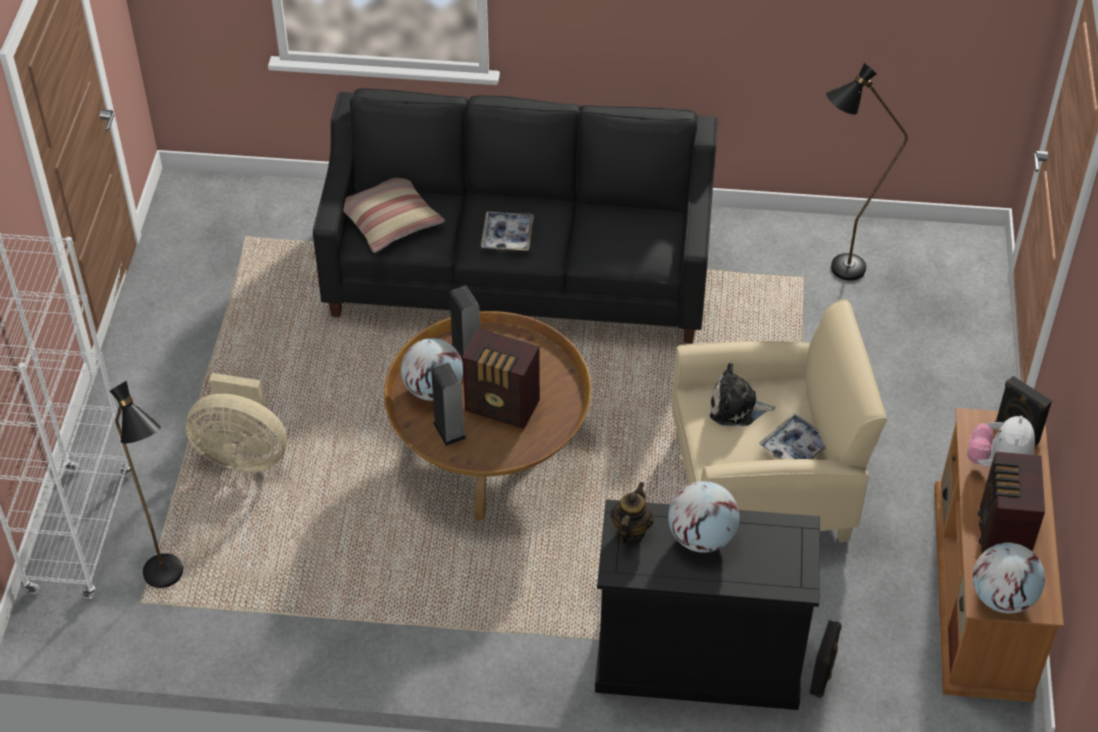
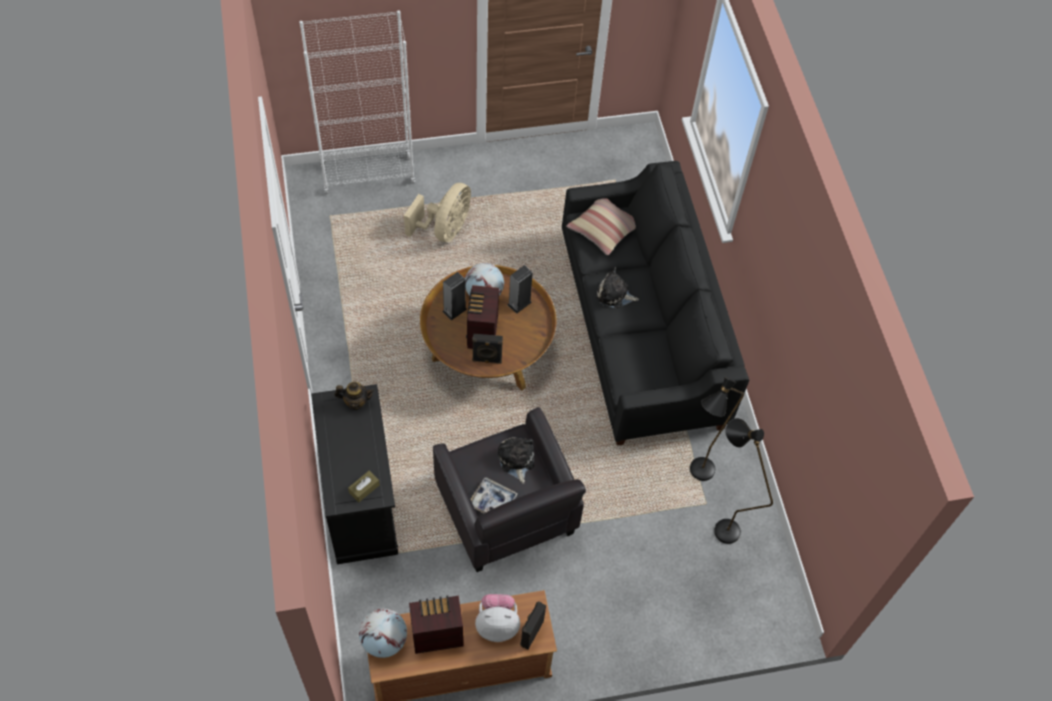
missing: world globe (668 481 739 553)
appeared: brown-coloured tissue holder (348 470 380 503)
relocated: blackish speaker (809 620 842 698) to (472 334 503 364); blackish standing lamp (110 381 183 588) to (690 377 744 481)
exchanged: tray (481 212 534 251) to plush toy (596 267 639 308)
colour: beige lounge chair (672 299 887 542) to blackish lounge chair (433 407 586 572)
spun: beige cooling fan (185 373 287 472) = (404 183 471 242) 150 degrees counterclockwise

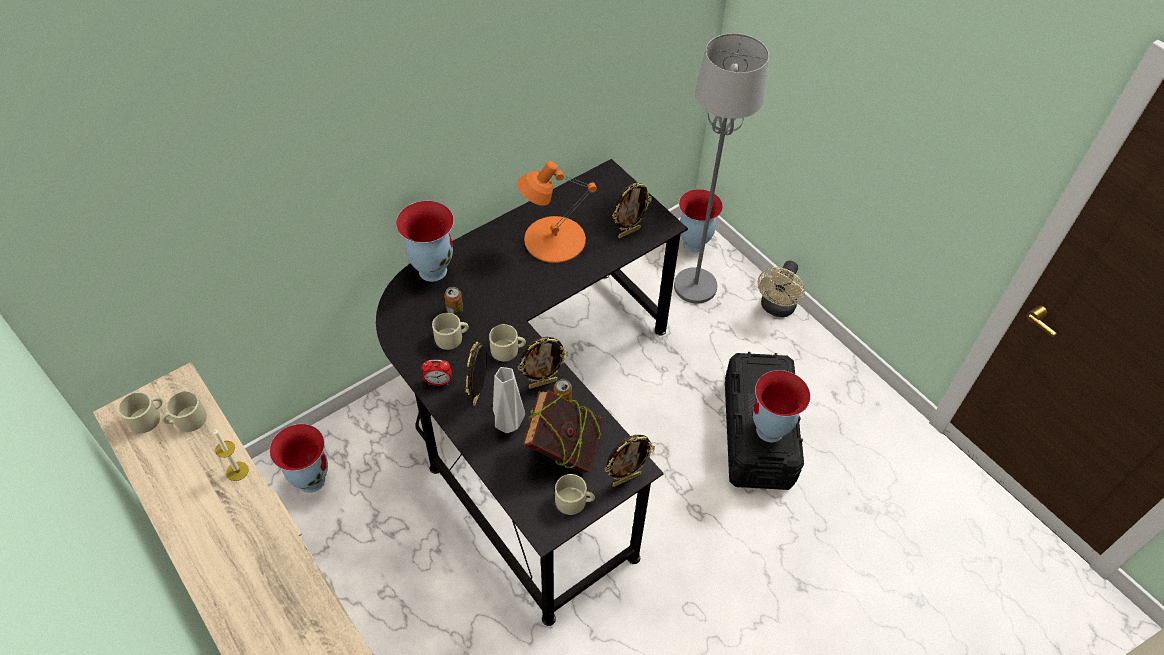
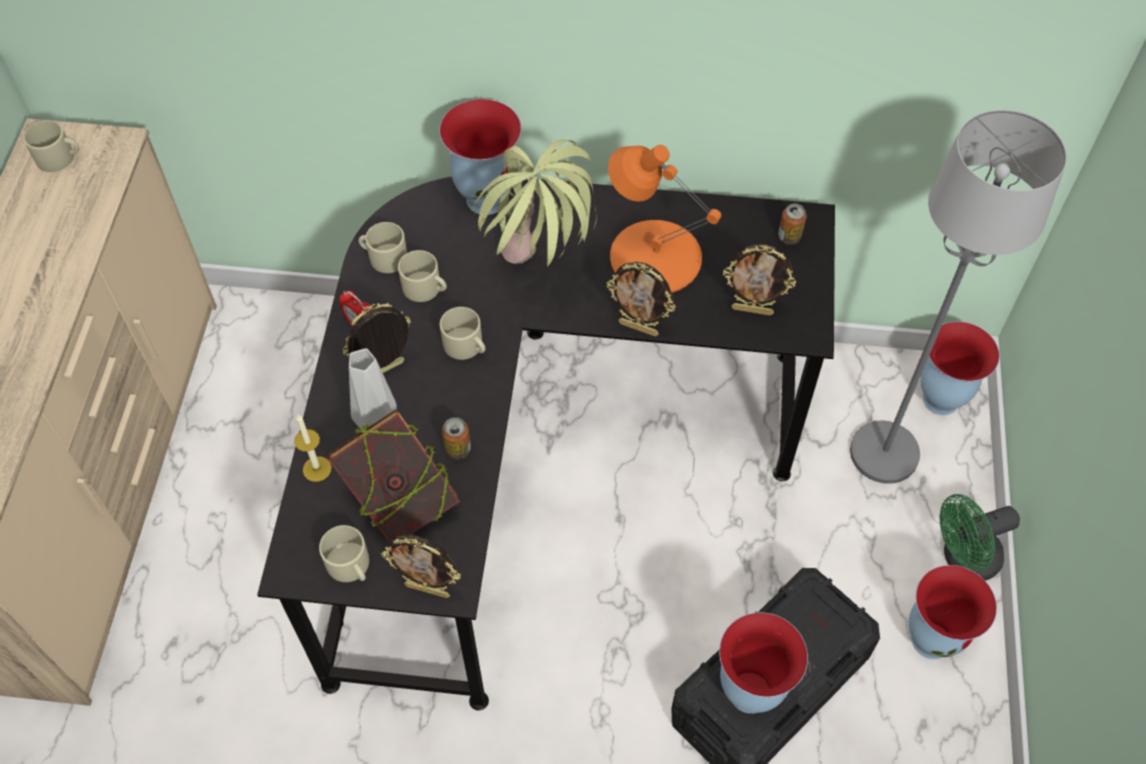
appeared: plant in a pot (473 140 597 267)
relocated: wax light (213 429 249 481) to (294 415 332 482); beige coffee mug (161 391 207 432) to (358 222 407 273); photo frame (518 337 568 389) to (607 262 676 336); can (444 287 463 316) to (778 203 807 245); decorative vase (269 424 328 493) to (909 565 997 659)
colour: beige cooling fan (758 261 805 317) to green cooling fan (940 494 1020 581)

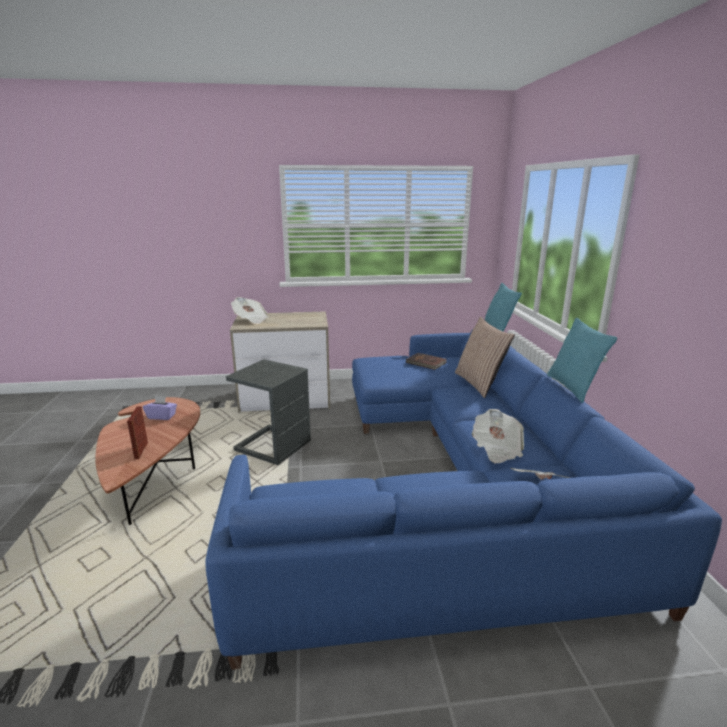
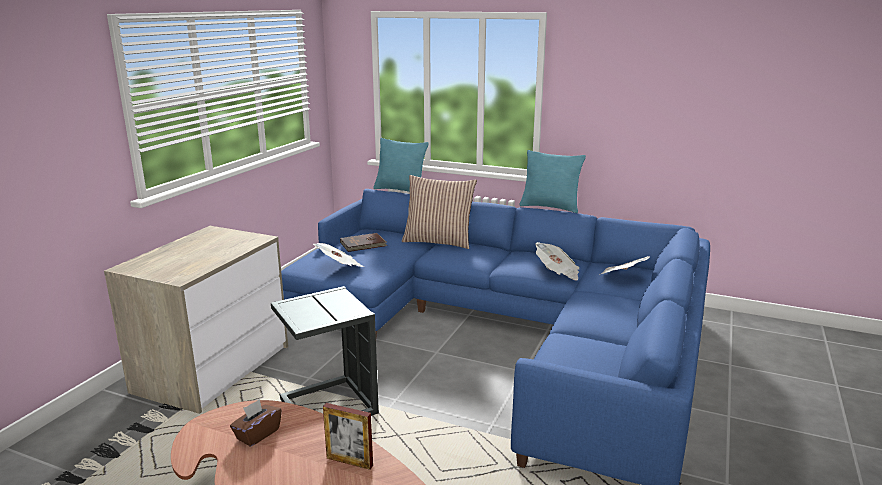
relocated: newspaper (231 297 269 324) to (313 243 364 267)
colour: purplish tissue holder (143 396 177 420) to brown-coloured tissue holder (230 399 282 447)

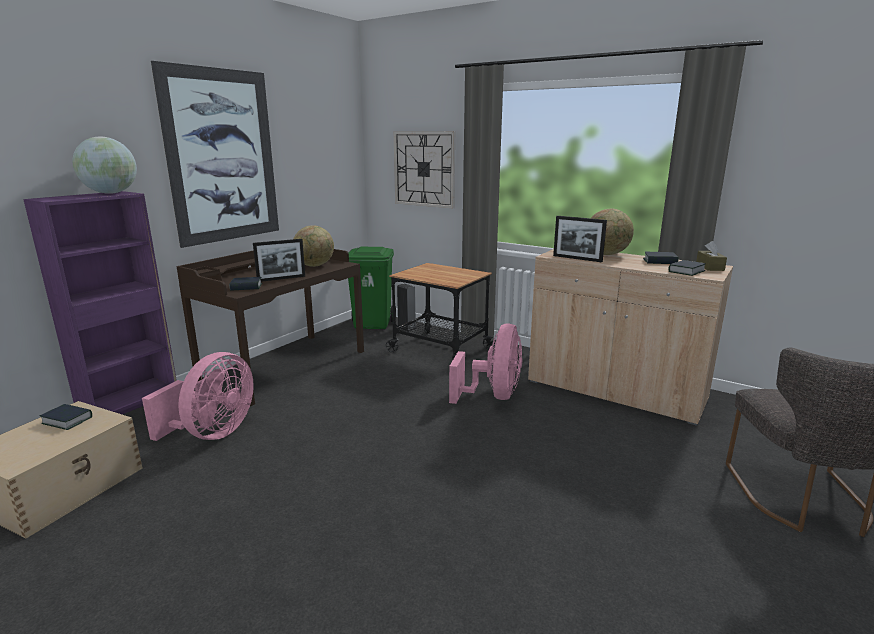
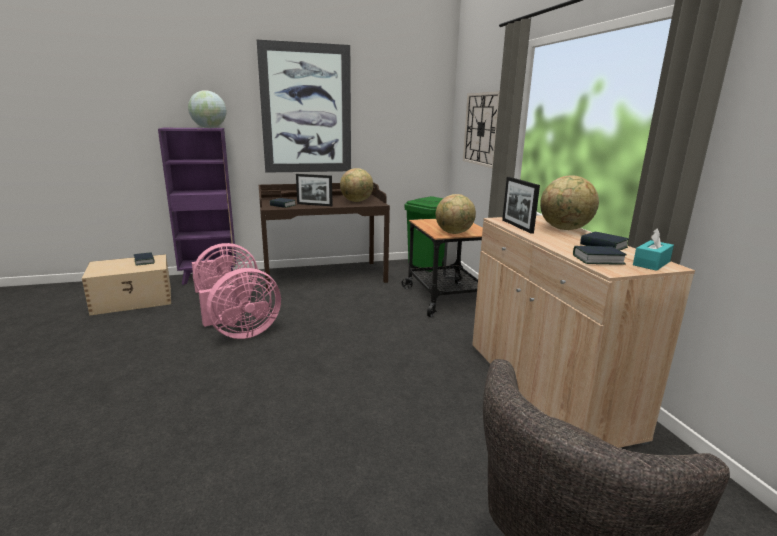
appeared: world globe (436 194 476 234)
relocated: pink-coloured cooling fan (449 323 522 404) to (199 268 281 339)
colour: brown-coloured tissue holder (696 241 727 271) to blue-green tissue holder (633 229 674 271)

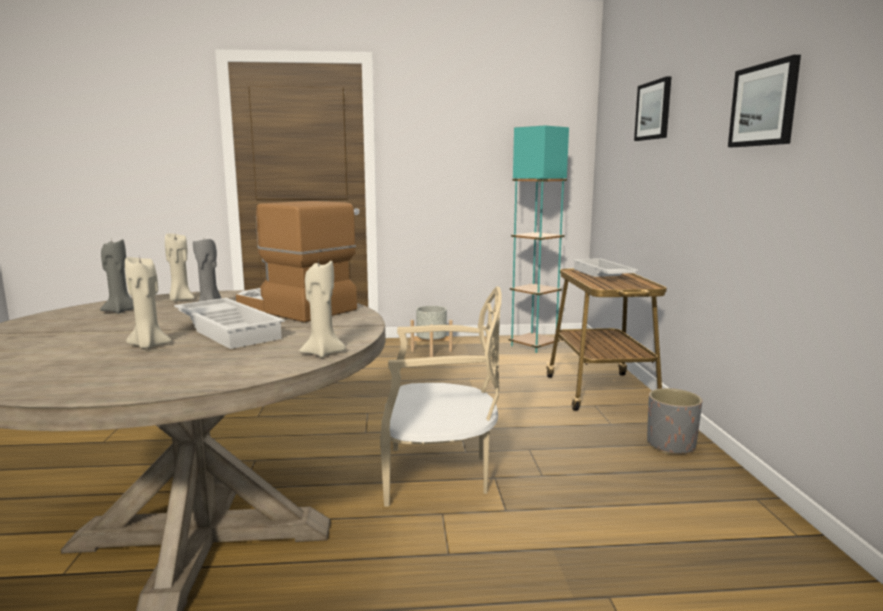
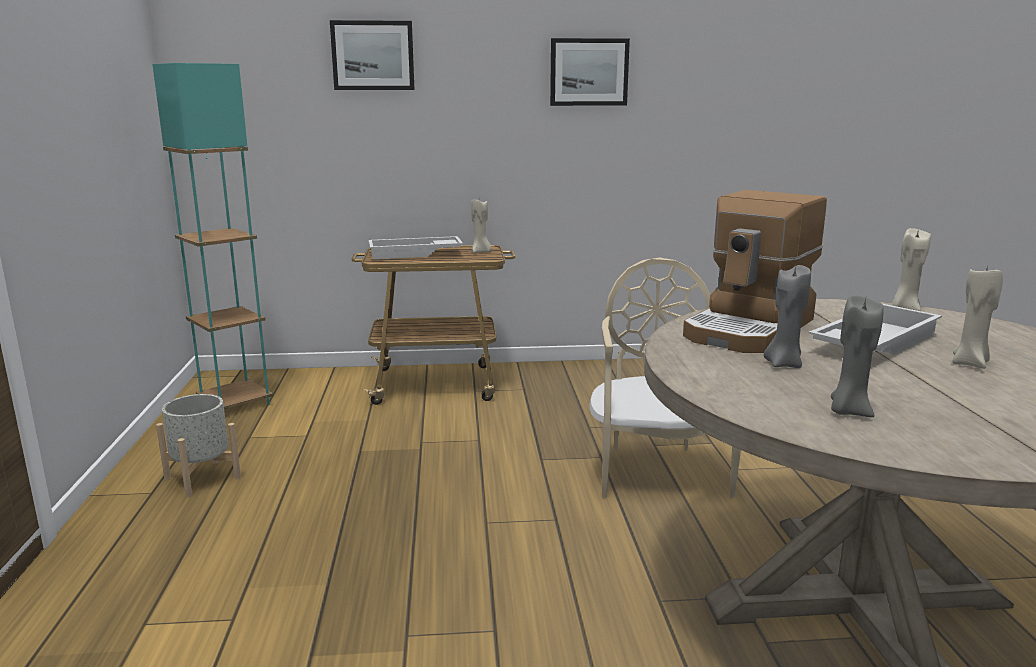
missing: gray flower pot (647 388 702 454)
relocated: beige wax light (165 233 195 301) to (471 199 492 253)

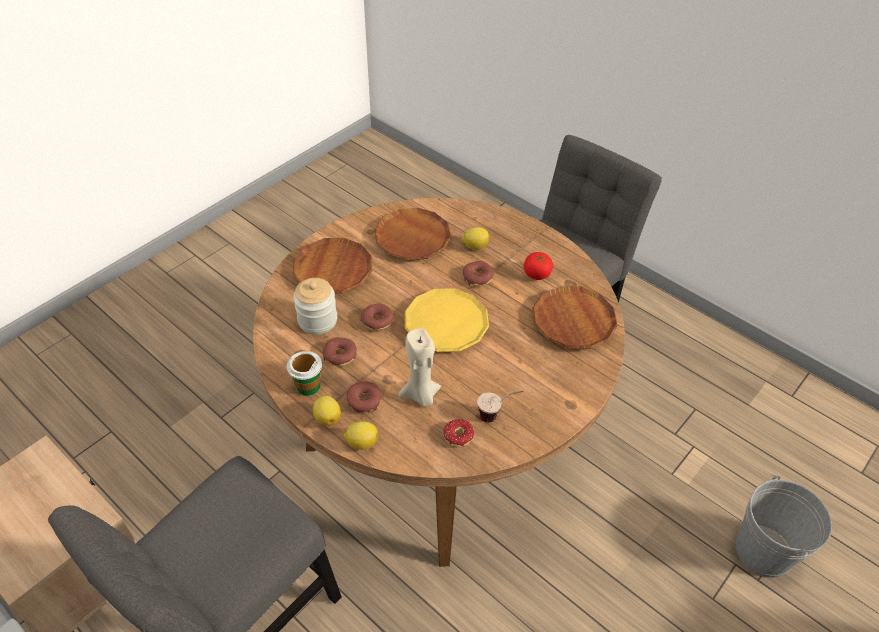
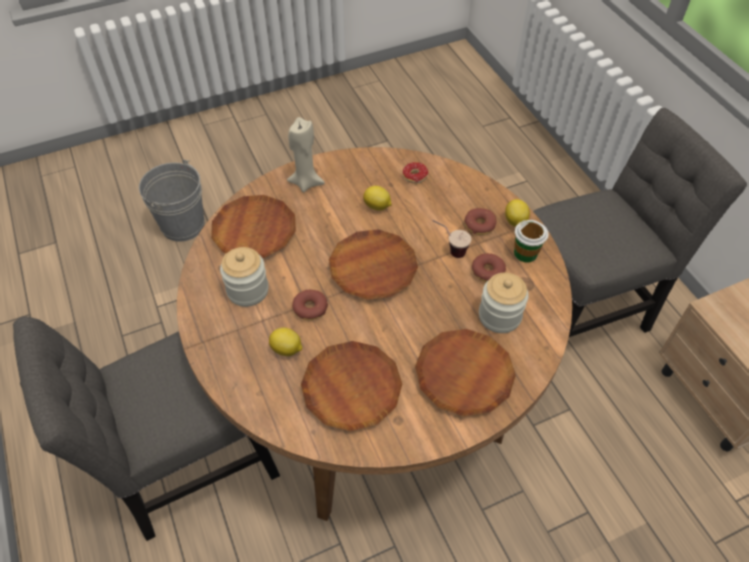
missing: donut (361 304 394 331)
relocated: beige wax light (398 328 441 407) to (287 117 325 192); lemon (343 421 379 450) to (363 186 392 210); cup (477 391 524 422) to (432 220 471 258)
exchanged: fresh tomato (524 252 553 280) to preserve jar (220 247 269 307)
colour: yellow-coloured flat dish (405 288 489 352) to brown-coloured flat dish (329 229 418 300)

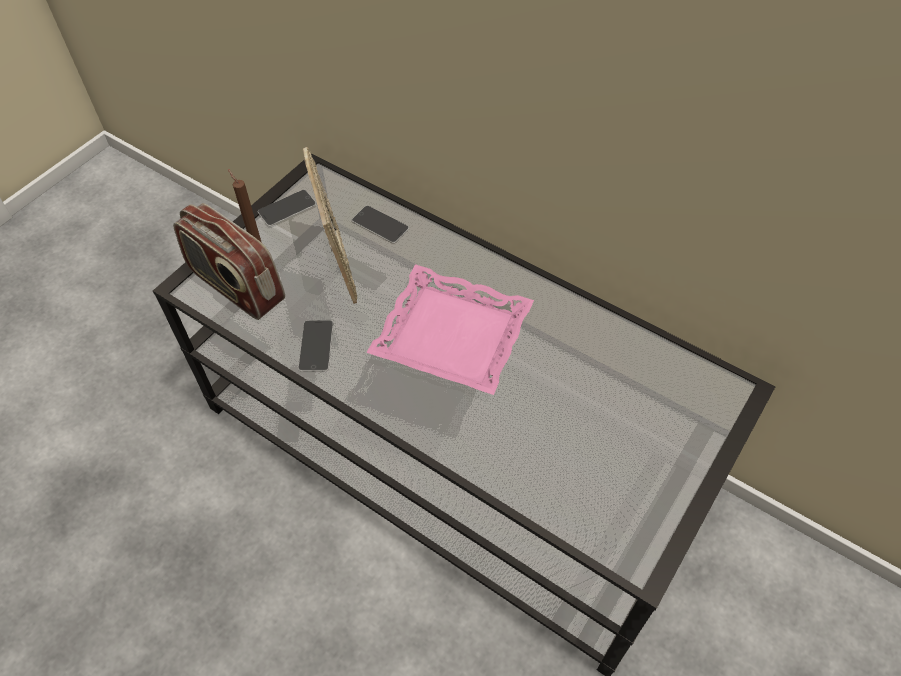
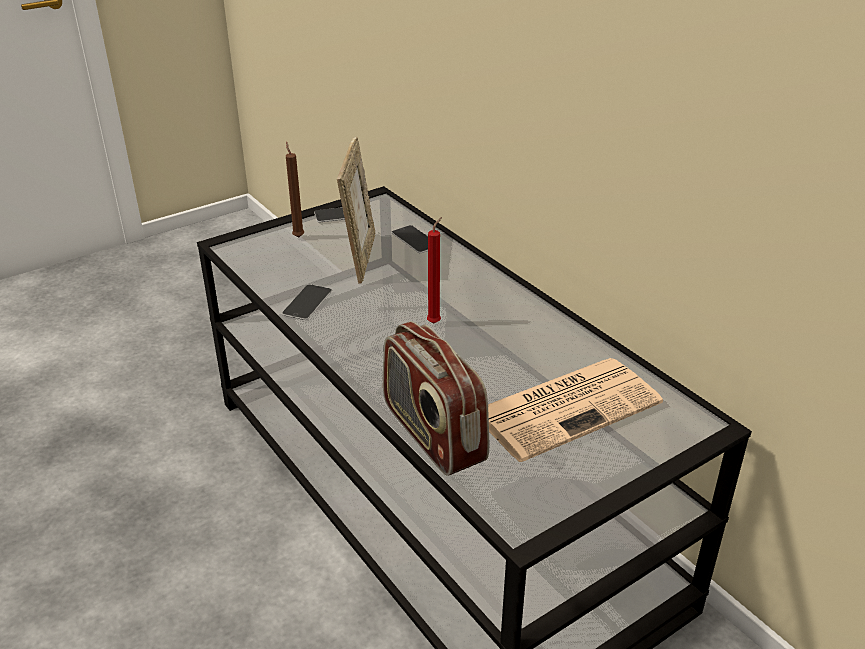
appeared: newspaper (488 358 663 462)
relocated: radio set (173 203 285 320) to (383 321 489 476)
exchanged: pink-coloured tray (366 264 534 395) to red-coloured wax light (427 217 442 323)

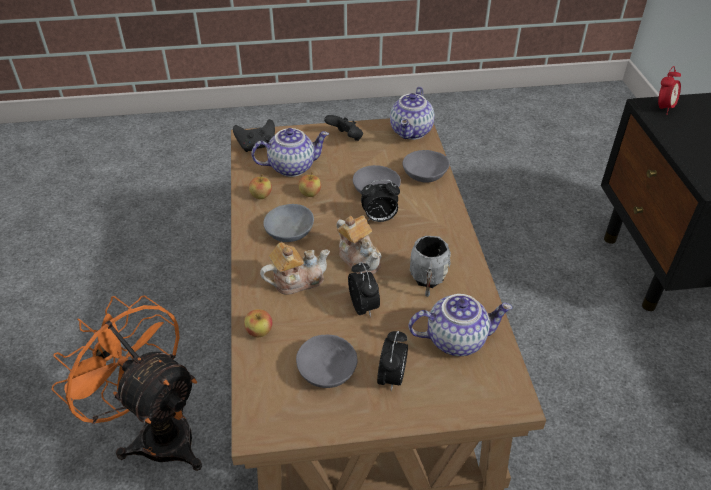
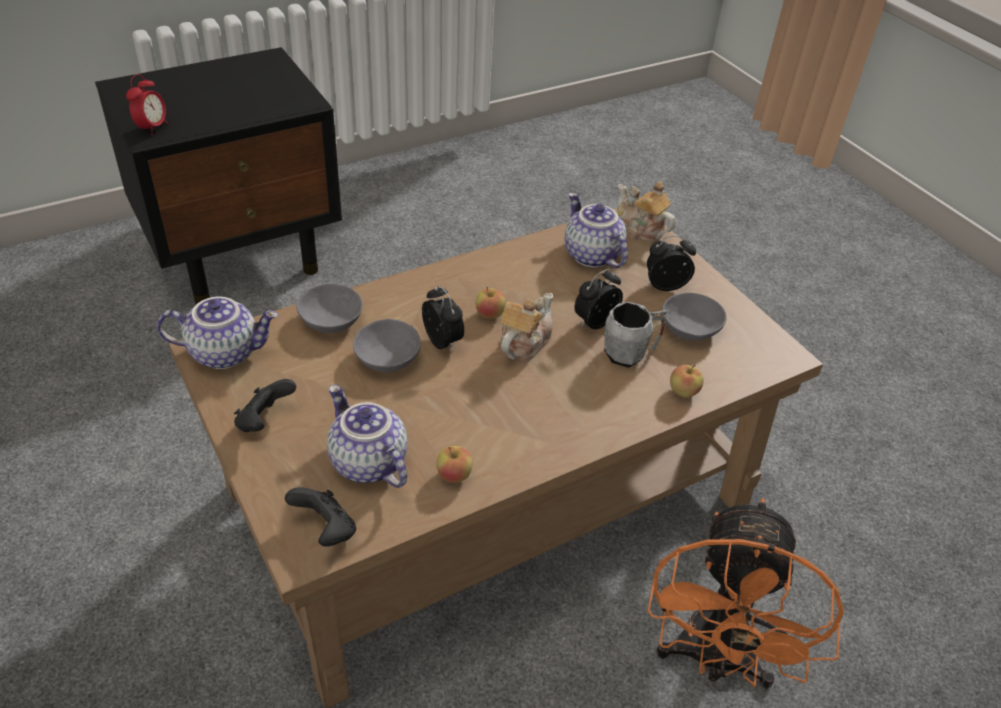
missing: gray bowl (263 204 314 242)
relocated: apple (299 173 321 197) to (476 287 506 319); gray coffee mug (410 236 451 297) to (604 302 668 368); tea pot (260 242 330 295) to (617 181 676 241)
spun: bedside clock (658 66 681 115) = (126 74 168 135) 90 degrees clockwise

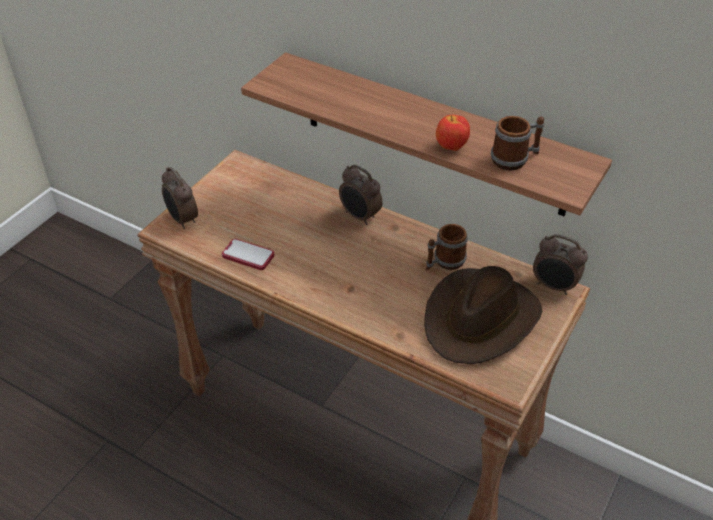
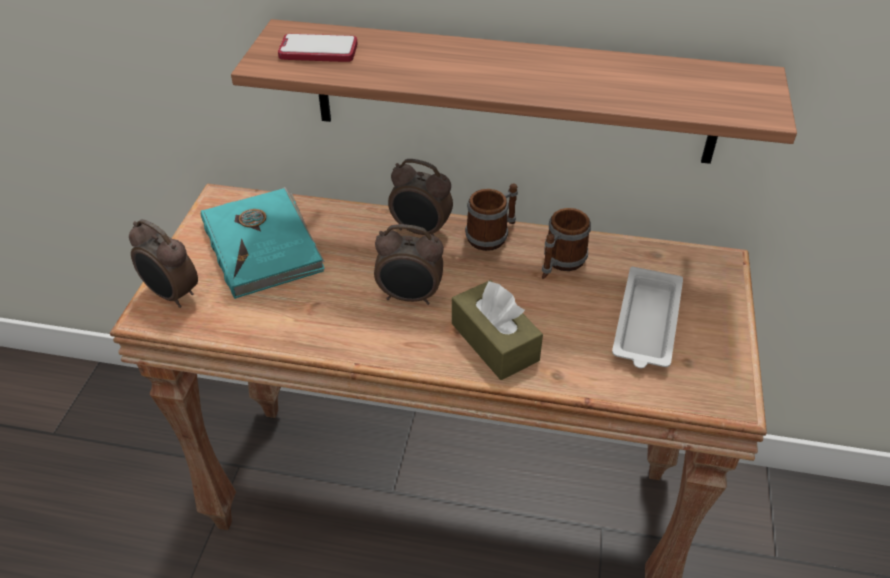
missing: apple (436 115 470 151)
appeared: blue-green book (201 187 325 299); brown-coloured tissue holder (452 280 543 380)
relocated: handset (222 239 274 270) to (278 34 357 62); bedside clock (533 234 588 295) to (374 224 444 305); coffee mug (491 116 544 170) to (465 183 518 251)
exchanged: brown-coloured hat (424 266 542 364) to white-coloured tray (612 266 683 368)

